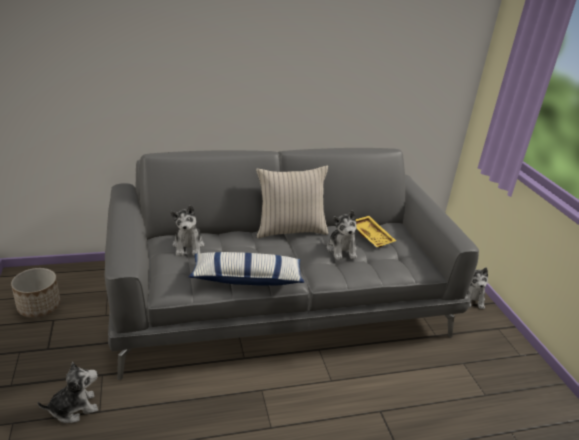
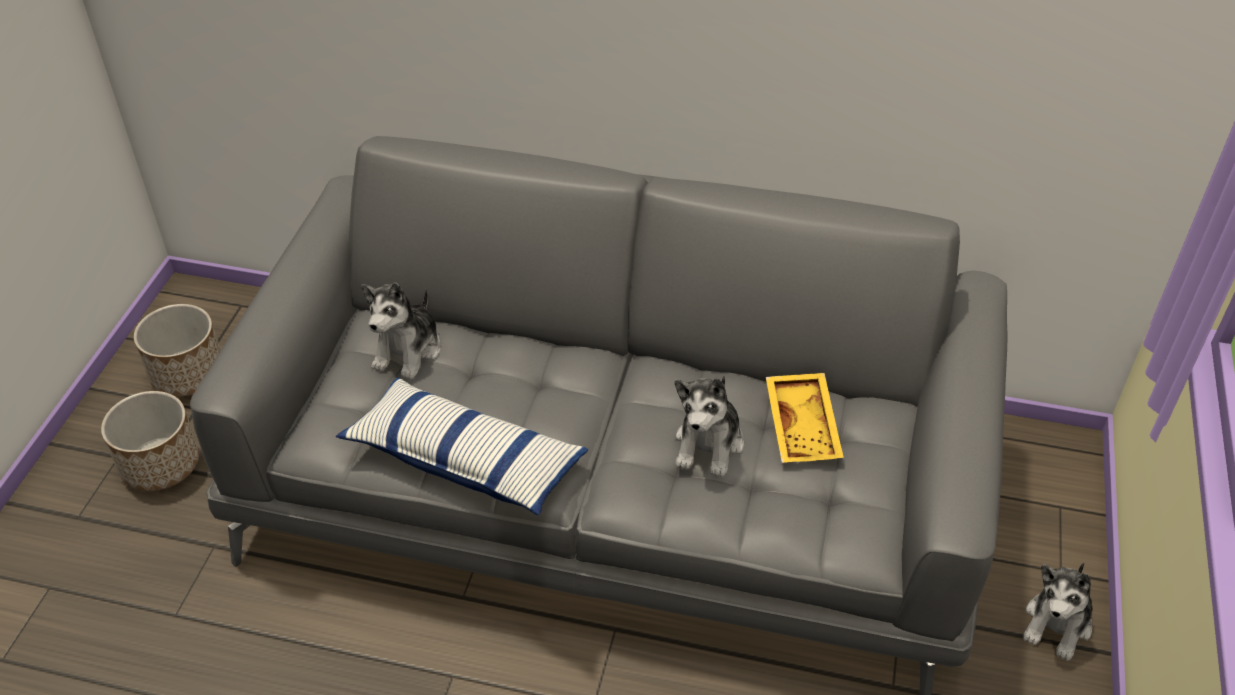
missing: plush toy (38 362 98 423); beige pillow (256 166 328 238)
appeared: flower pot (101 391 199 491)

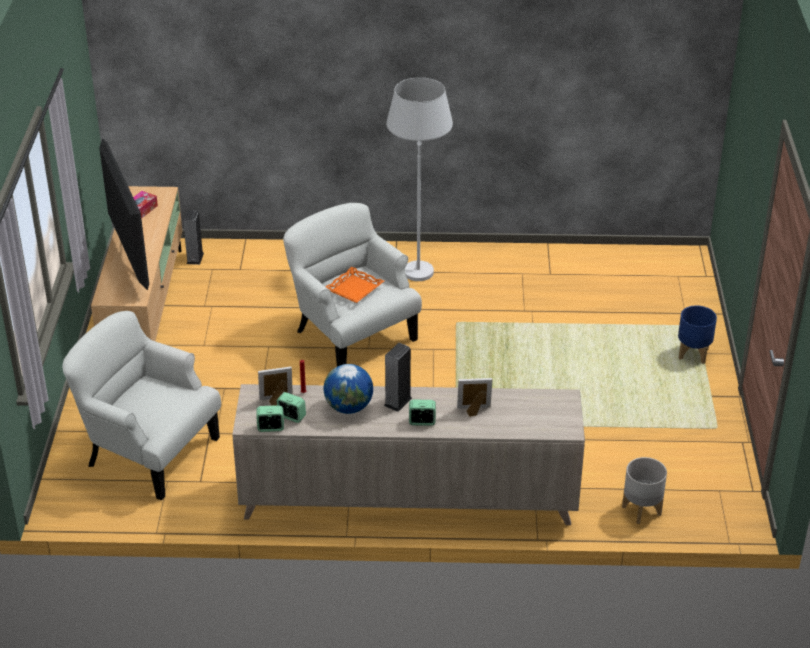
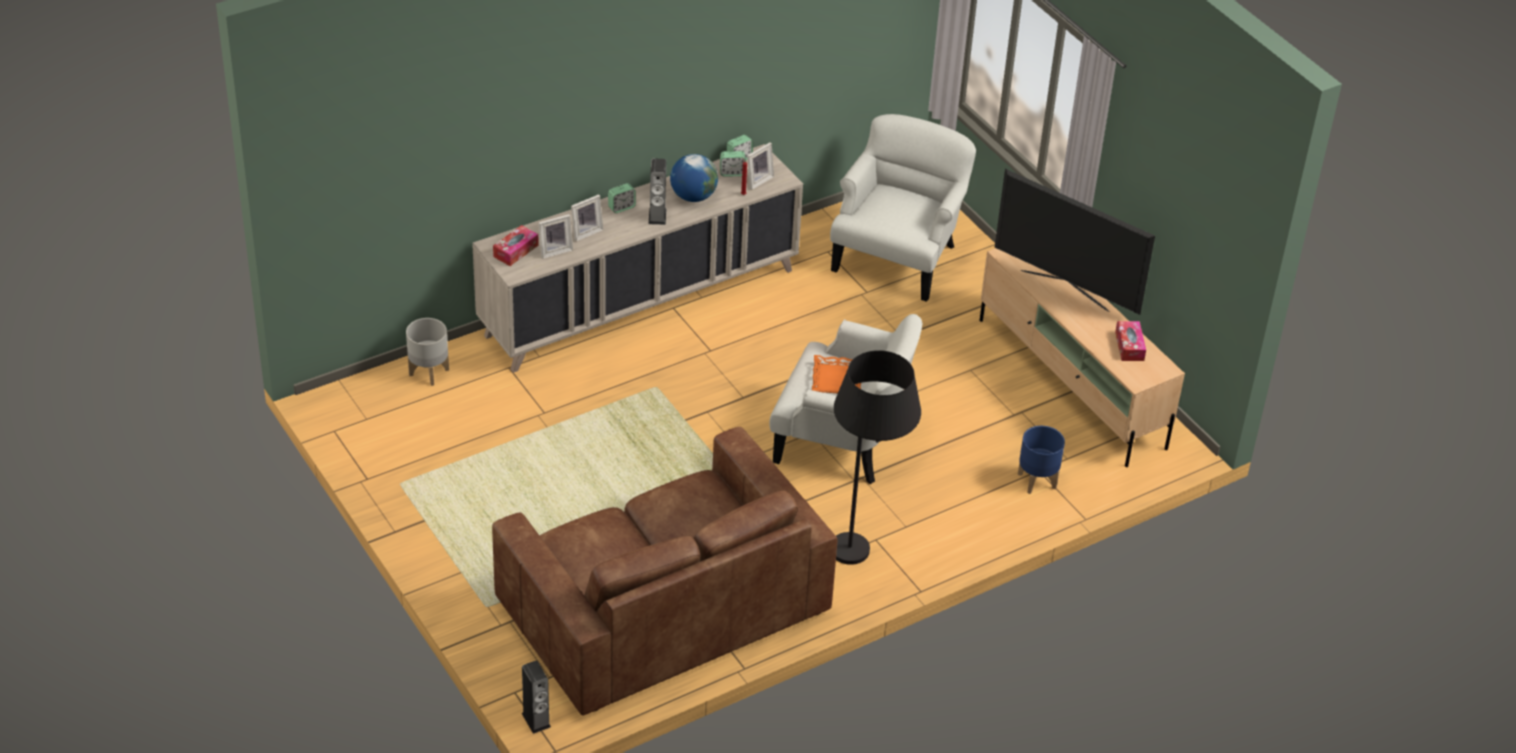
appeared: brown-coloured settee (492 427 838 716); tissue holder (493 225 539 266); photo frame (538 214 573 259)
relocated: speaker (183 210 204 265) to (522 661 551 734); blue flower pot (678 305 717 364) to (1018 426 1065 494)
colour: white-coloured standing lamp (386 77 453 281) to blackish standing lamp (834 350 921 565)
spun: white-coloured lounge chair (62 311 221 500) = (830 114 976 302) 60 degrees counterclockwise

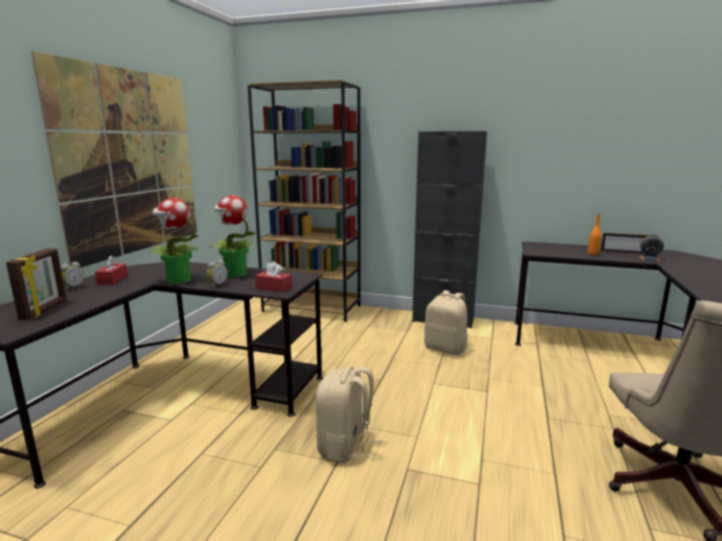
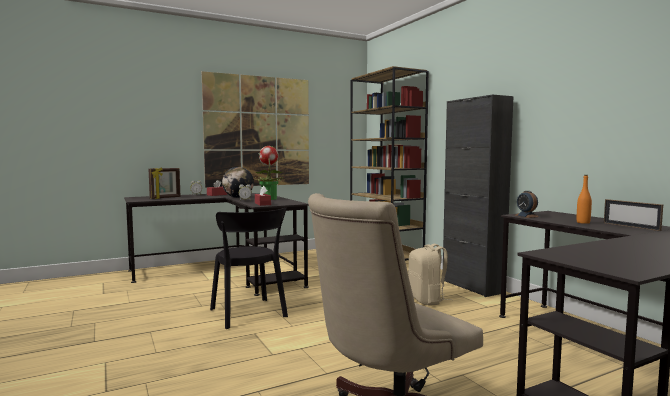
relocated: bedside clock (639 235 664 261) to (515 191 539 218)
exchanged: beige knapsack (316 367 382 463) to blackish chair (210 208 288 329); plant in a pot (148 198 201 284) to world globe (222 167 254 198)

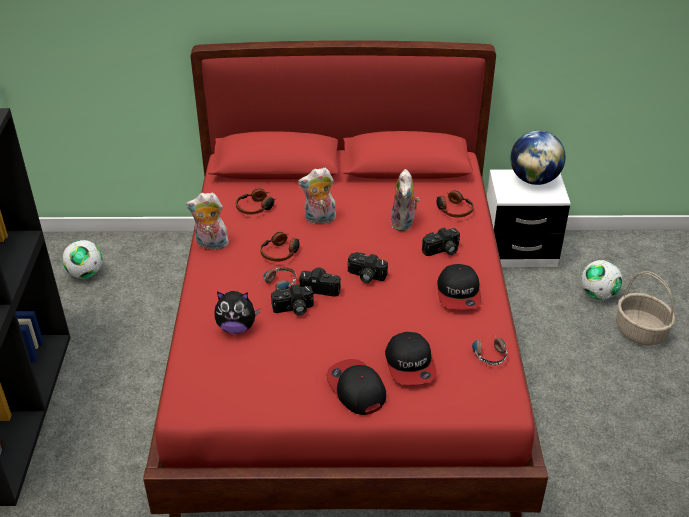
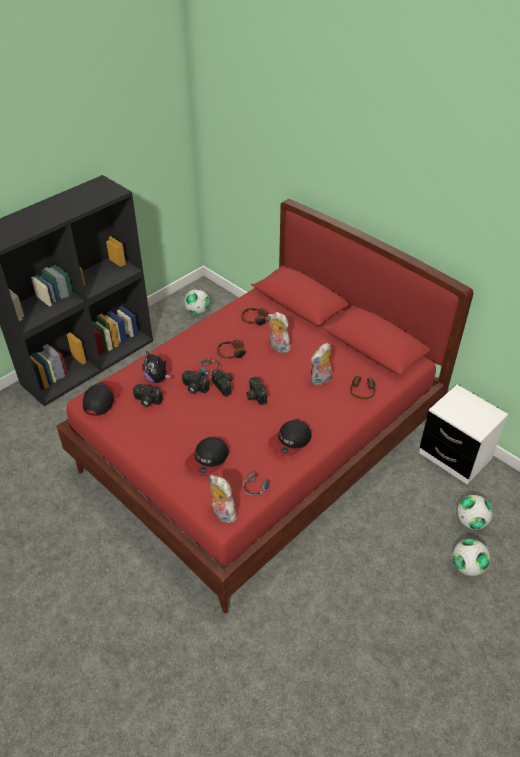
missing: world globe (510 131 566 185)
relocated: cap (326 359 386 415) to (83 381 120 416); still camera (422 227 460 256) to (133 384 163 407); plush toy (186 193 230 250) to (210 475 237 523)
exchanged: storage basket (616 271 675 346) to football (452 539 490 576)

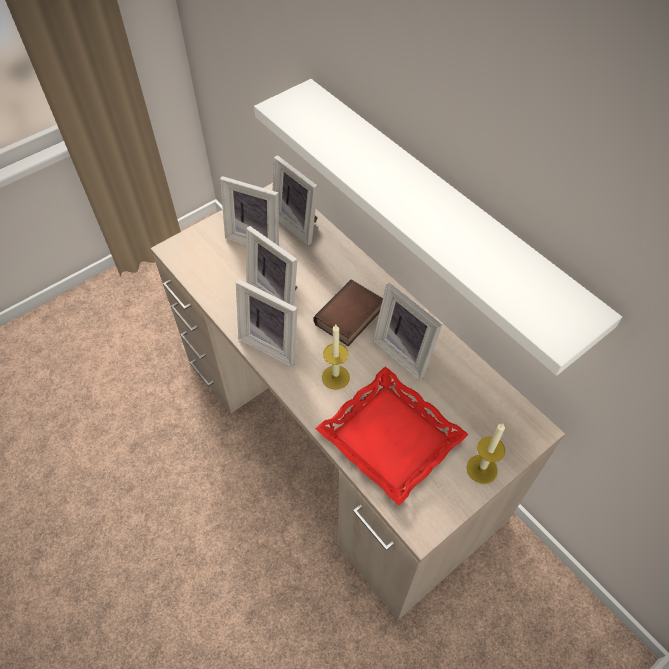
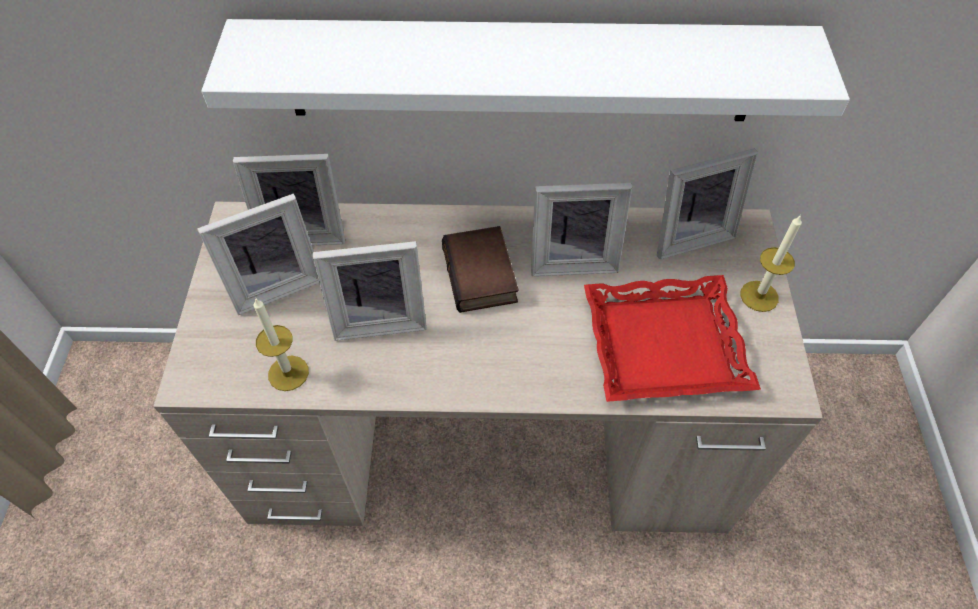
relocated: wax light (322 325 350 390) to (253 298 309 391); photo frame (236 279 298 367) to (657 149 758 259)

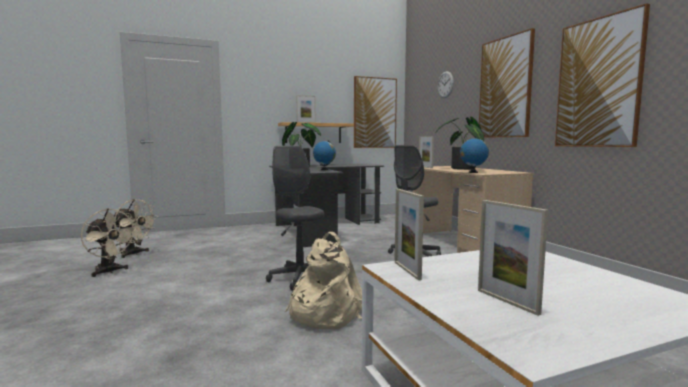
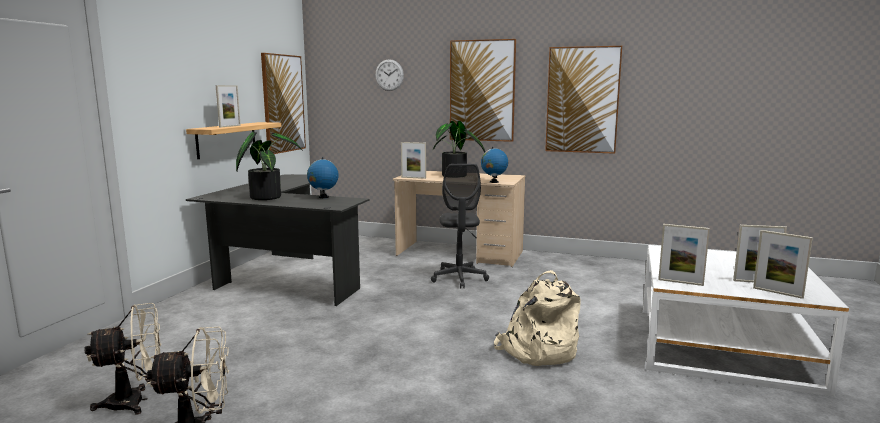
missing: gray computer chair (266 146 325 291)
appeared: photo frame (753 230 813 299)

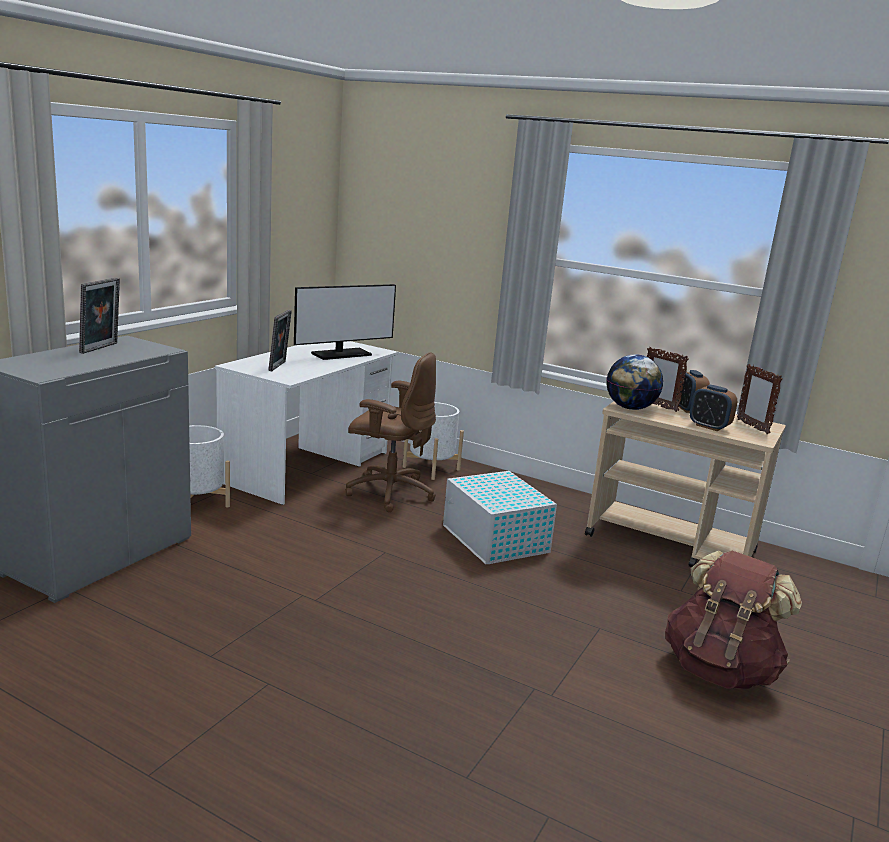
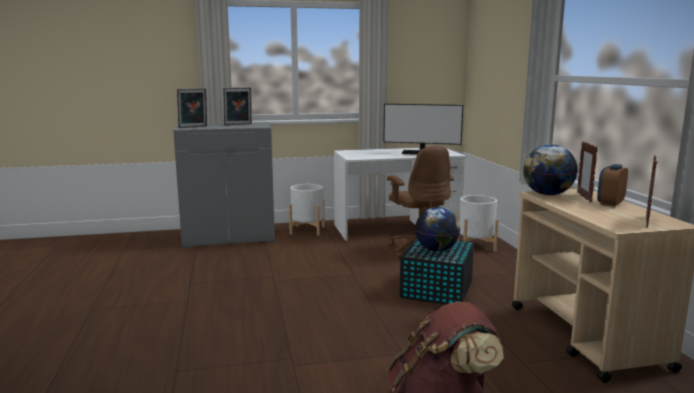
missing: bedside clock (690 385 737 431)
appeared: world globe (415 207 460 252)
relocated: photo frame (268 310 292 371) to (177 88 207 128)
colour: white-coloured storage box (443 471 557 564) to blackish storage box (399 238 474 305)

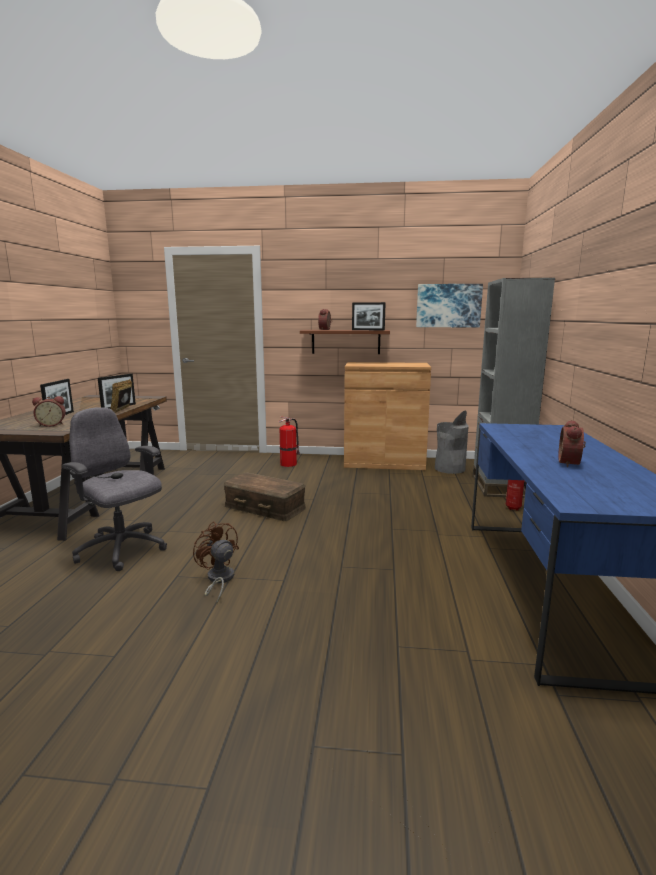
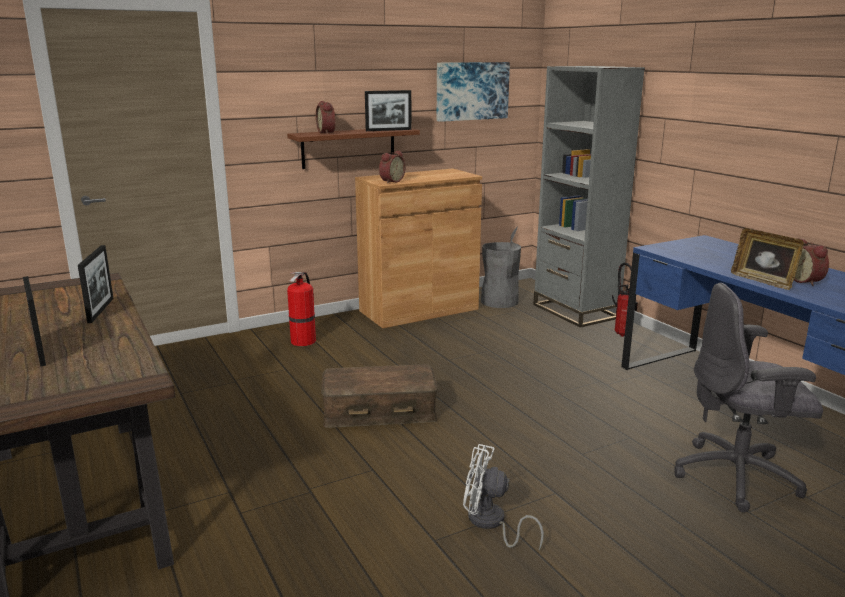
relocated: bedside clock (32 396 66 427) to (379 151 405 184); gray computer chair (62 407 167 571) to (674 283 823 513); photo frame (110 379 132 413) to (731 228 804 290)
colour: brown-coloured cooling fan (193 521 239 604) to white-coloured cooling fan (463 444 544 551)

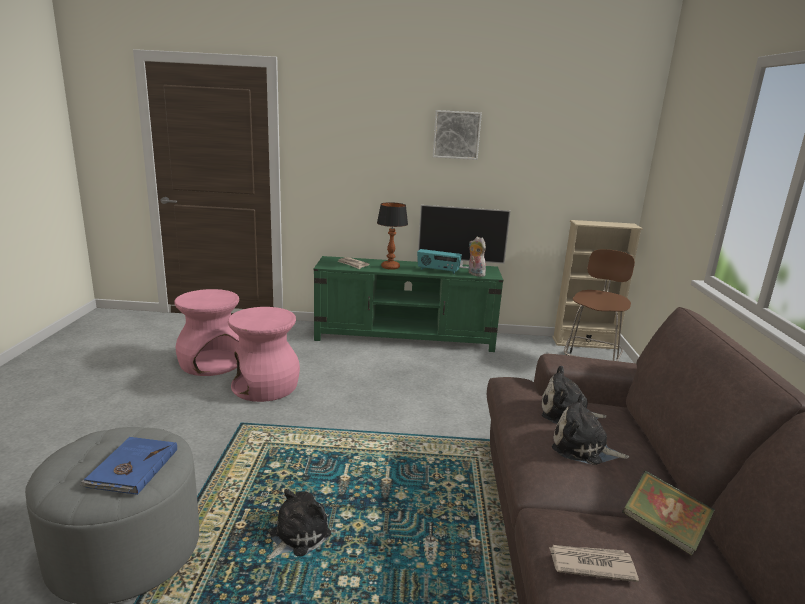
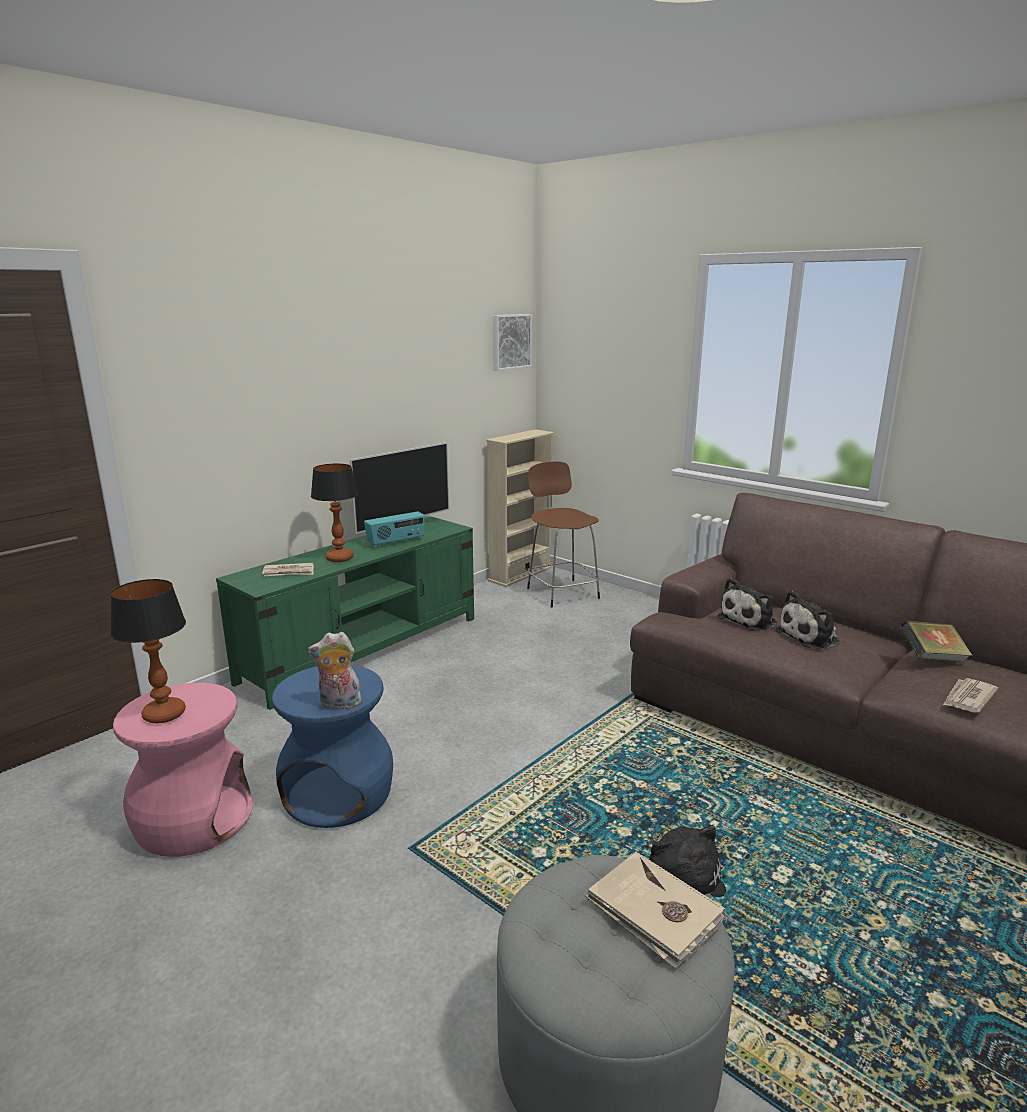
appeared: tabletop lamp (111 579 186 723)
relocated: plush toy (468 236 486 277) to (308 632 362 709); wall picture (433 110 482 160) to (493 314 532 371)
colour: pink-coloured stool seat (228 307 300 402) to blue stool seat (272 665 393 828); blue book (80 437 177 495) to beige book (586 852 725 968)

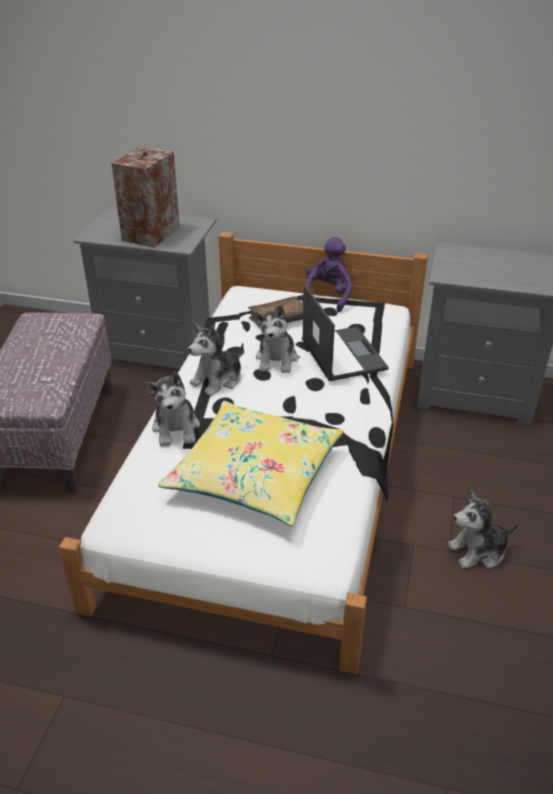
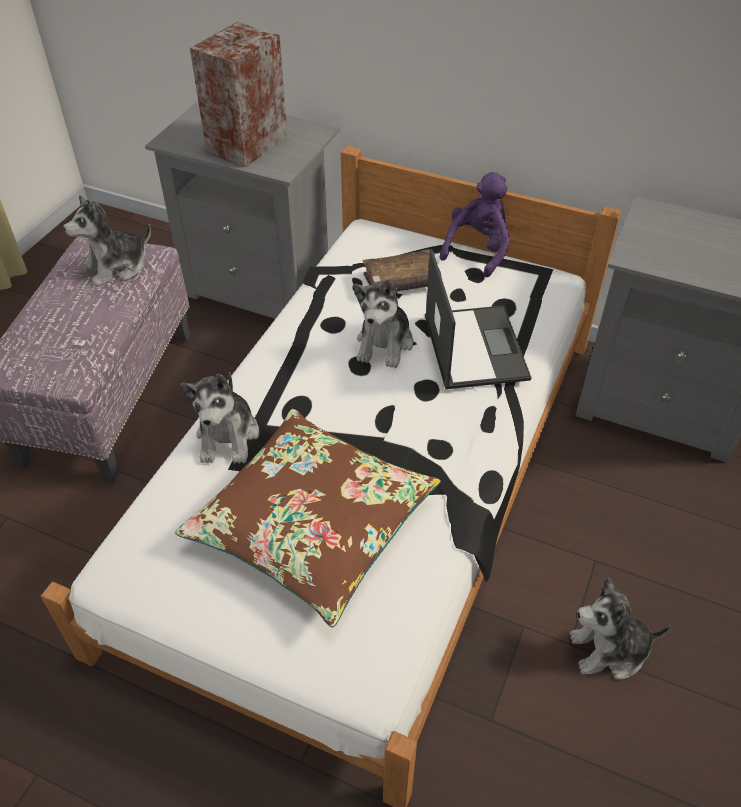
relocated: plush toy (188 323 243 396) to (63 195 151 287)
colour: yellow-coloured pillow (158 401 344 526) to brown-coloured pillow (175 409 441 628)

